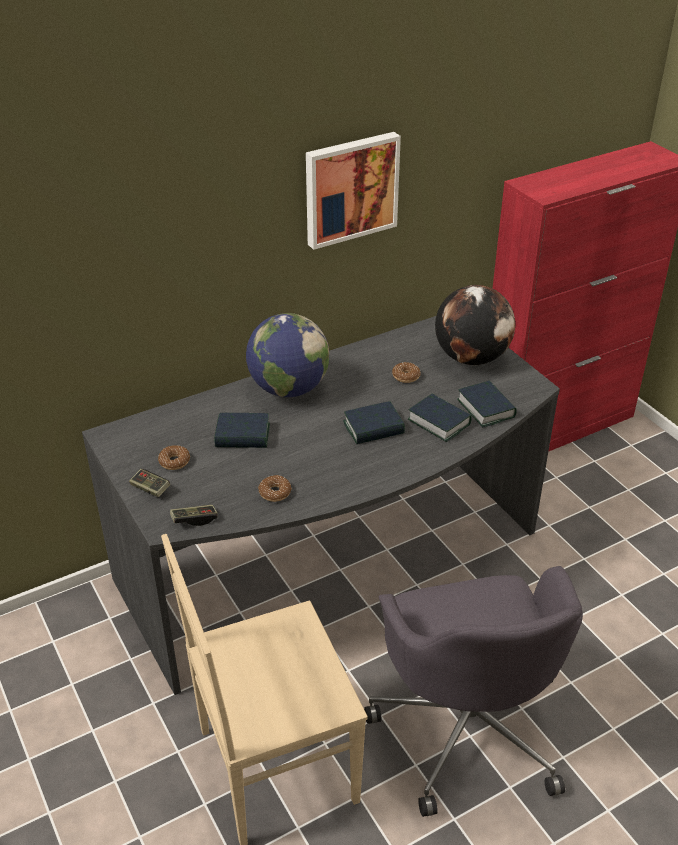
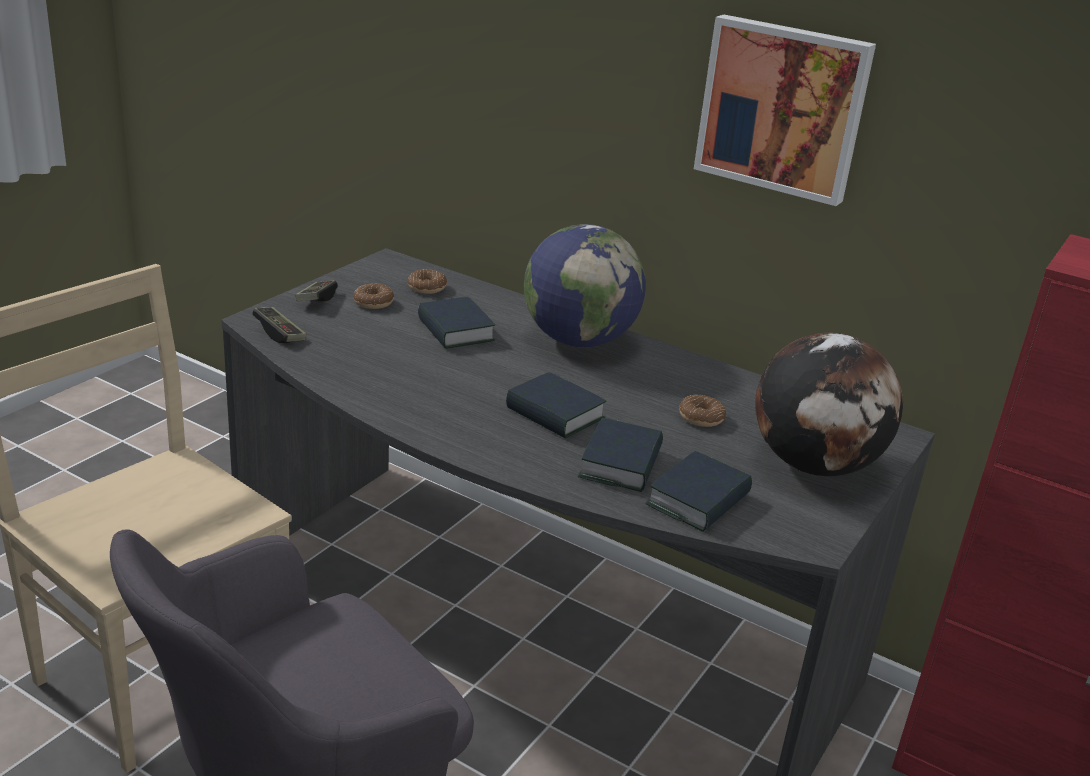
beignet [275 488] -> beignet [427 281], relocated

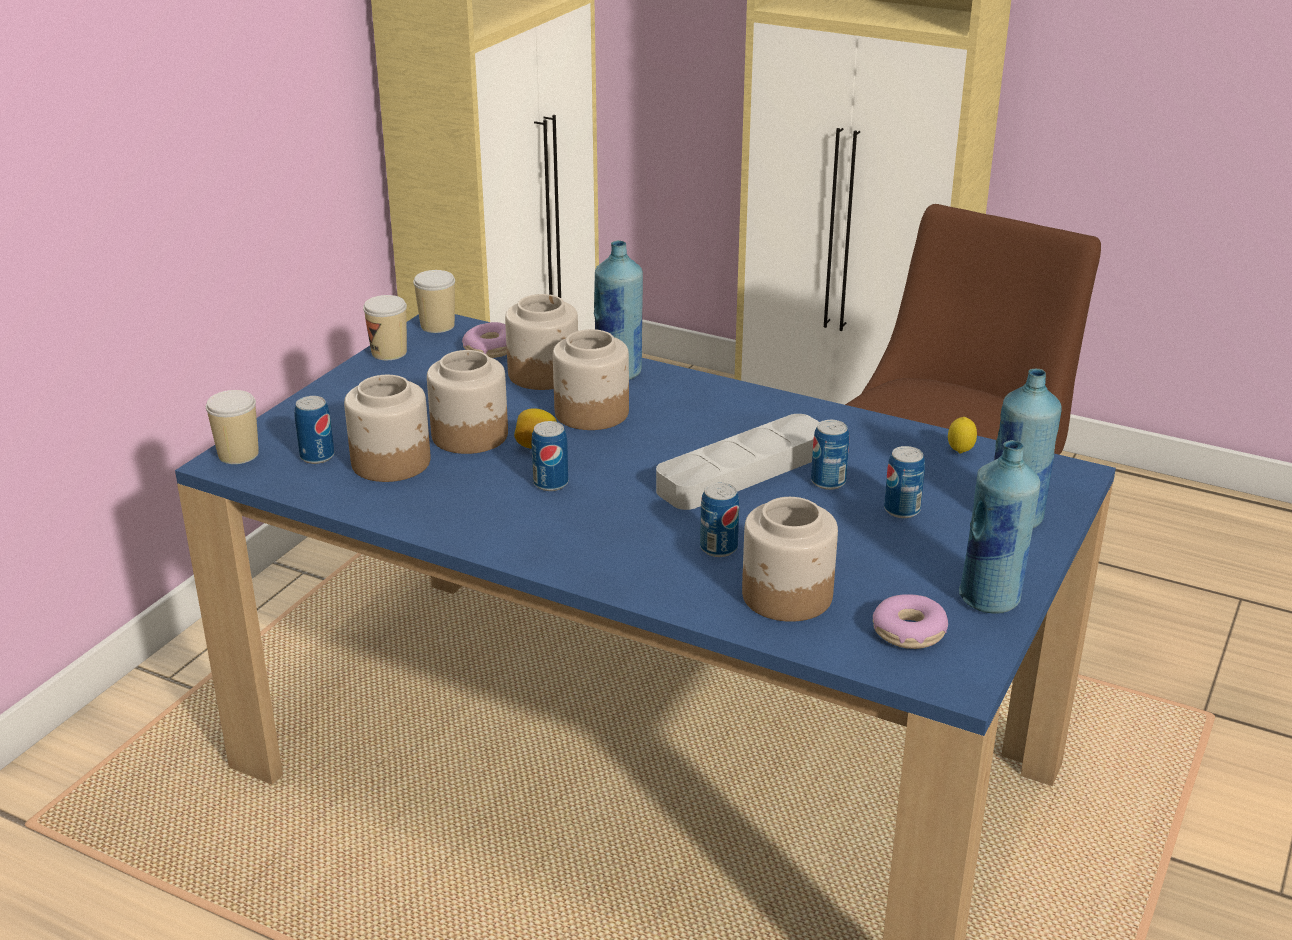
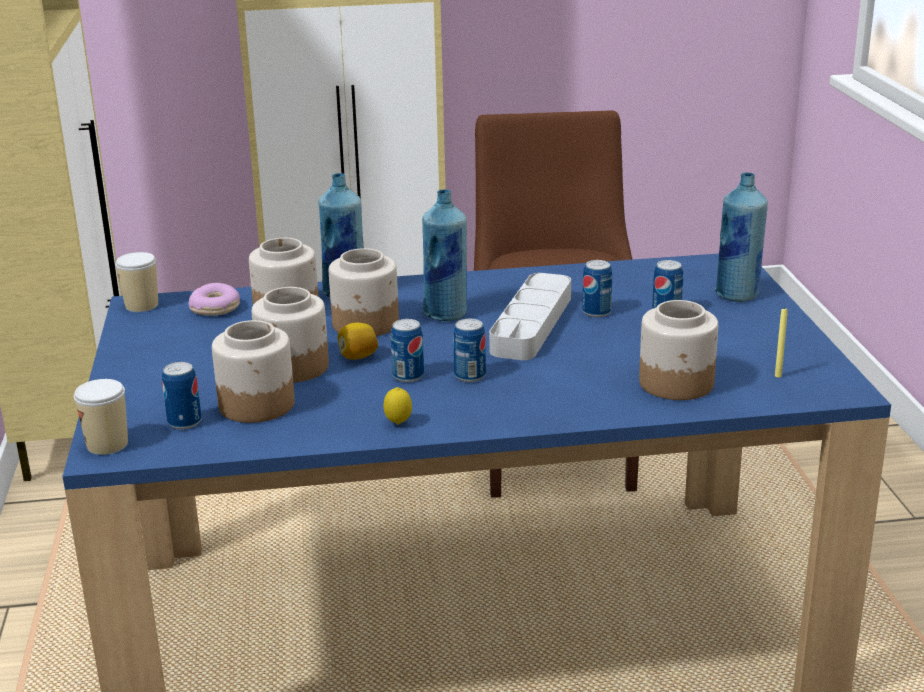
tasse [385 327] -> none
citron [962 435] -> citron [398 405], relocated
bouteille/bleu [999 527] -> bouteille/bleu [444 255], relocated
boîte métallique [719 519] -> boîte métallique [469 350], relocated
beignet [910 621] -> bougie/jaune [781 342]

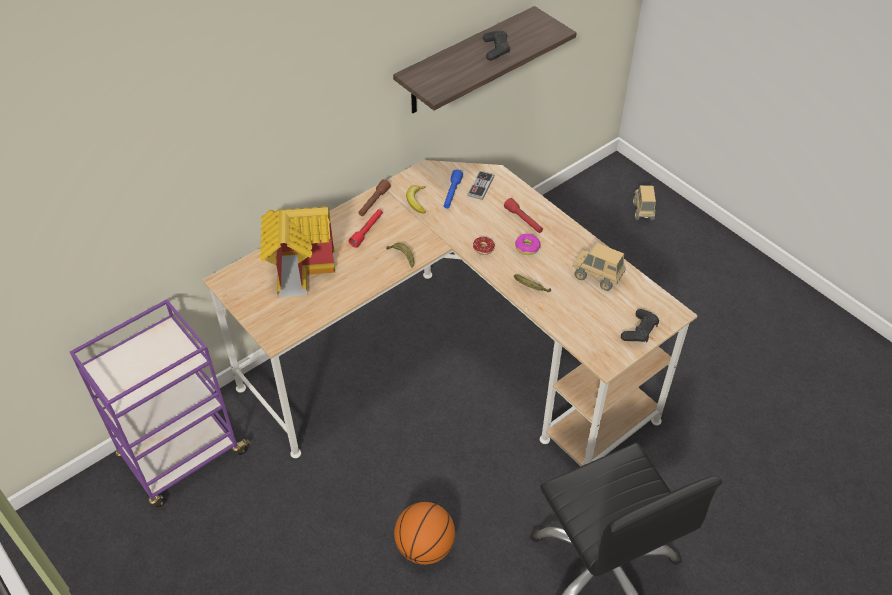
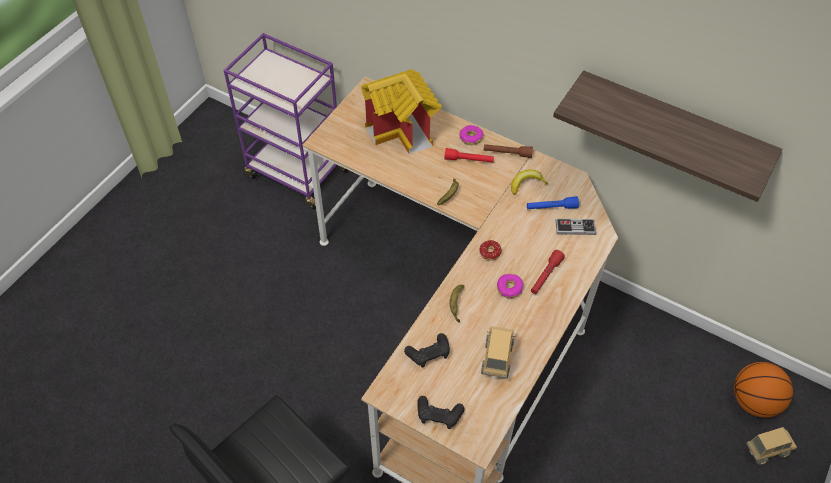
manette/noir [496 46] -> manette/noir [427 350], relocated
ballon de basket [424 533] -> ballon de basket [763 390], relocated
none -> beignet [471 135]

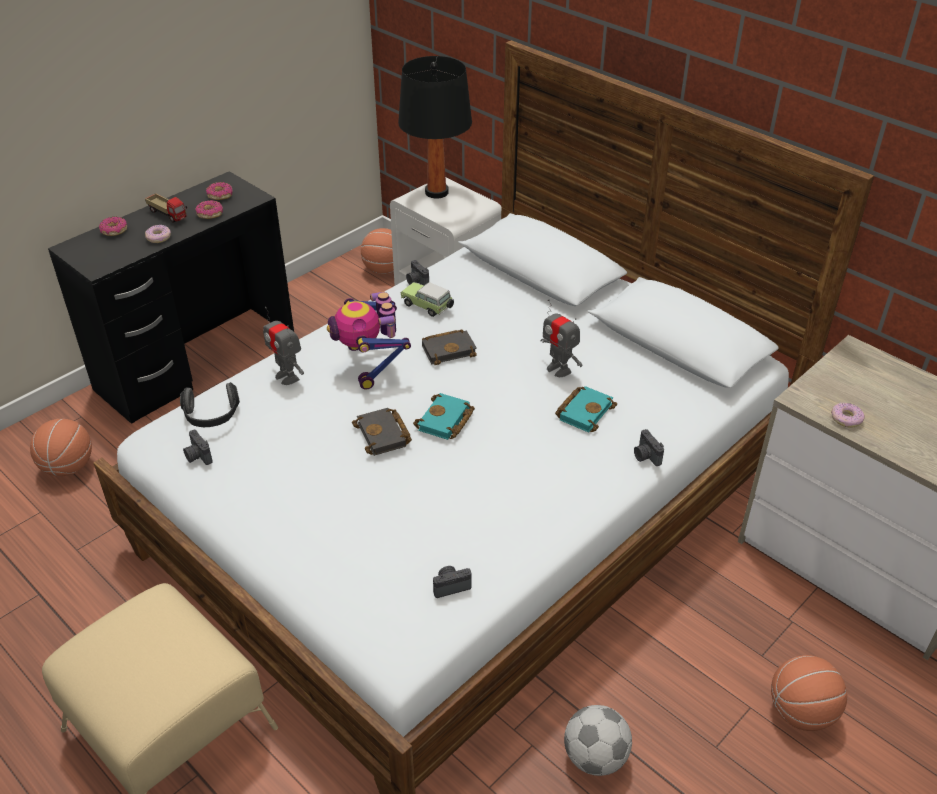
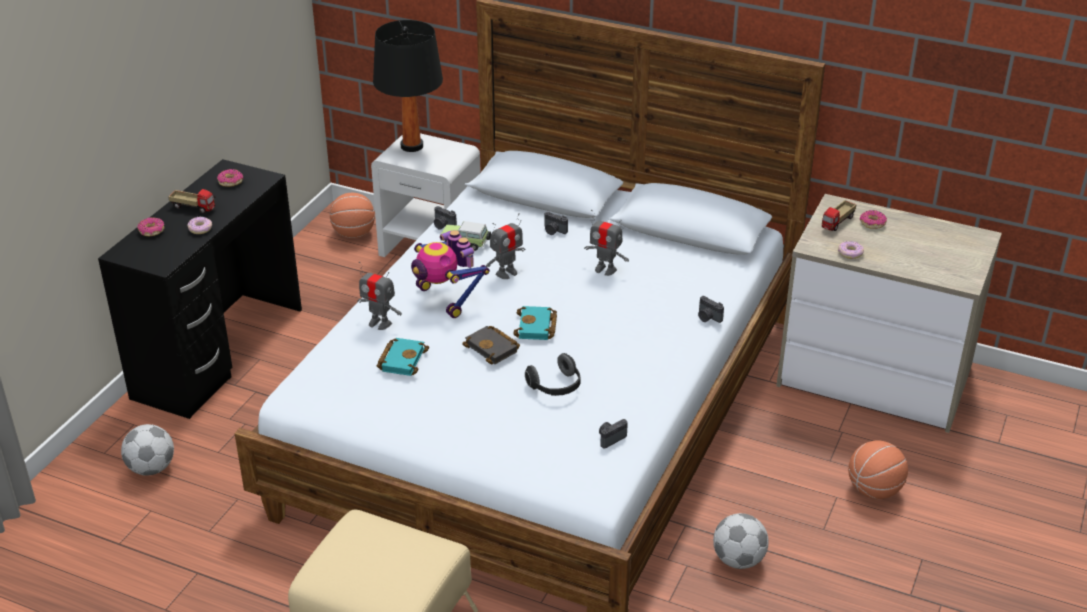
beignet [209 209] -> beignet [873 219], relocated
livre/noir [449 347] -> robot jouet [505 246]
casque audio [210 404] -> casque audio [552 374], relocated
livre/turquoise [586 409] -> livre/turquoise [403 357], relocated
ballon de basket [61 447] -> ballon de foot [147 450]
appareil photo [198 447] -> appareil photo [556 223], relocated
none -> camion jouet [839 215]

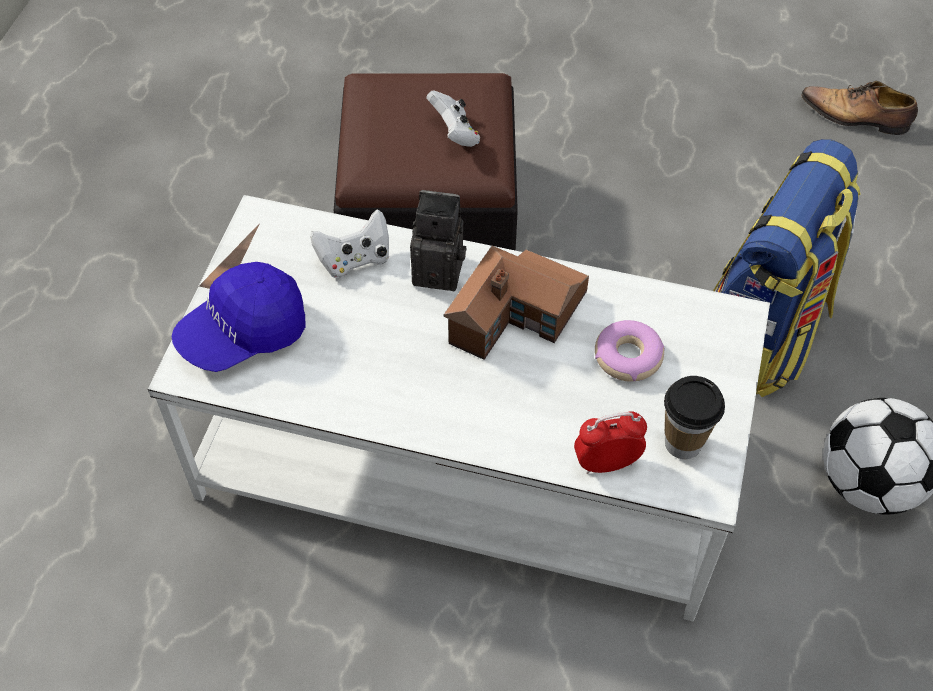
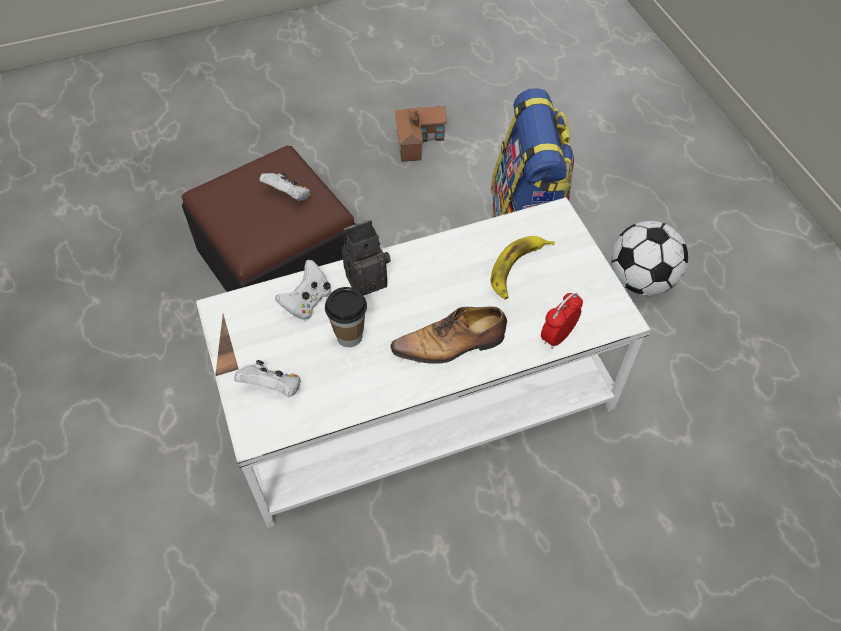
chaussure [860 107] -> chaussure [448 335], relocated
maison miniature [516 303] -> maison miniature [421 134], relocated
casquette/bleu [239 317] -> manette/blanc [268 378]
beignet [630 351] -> banane [522 267]
tasse [694 417] -> tasse [346 317], relocated

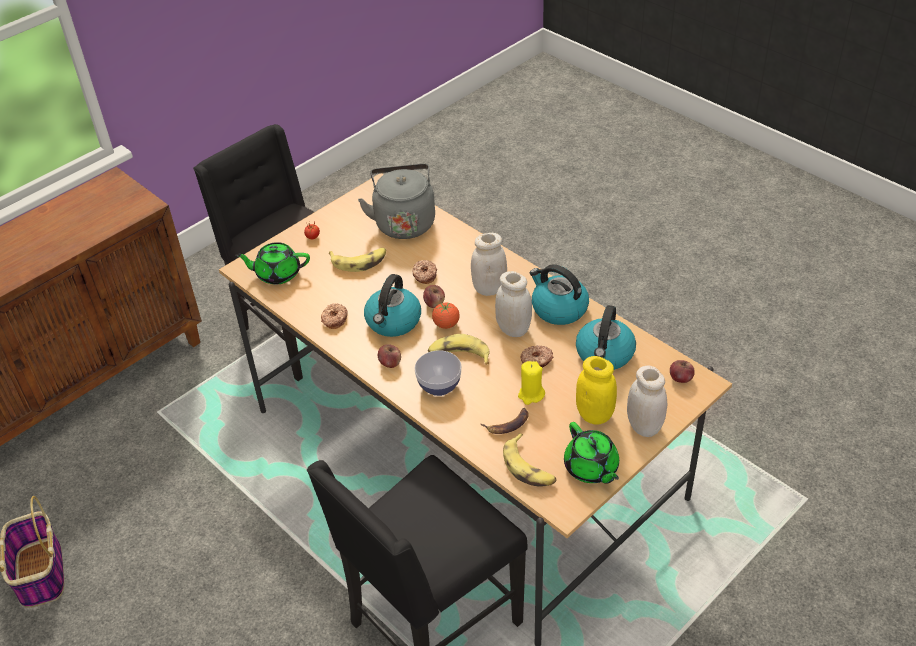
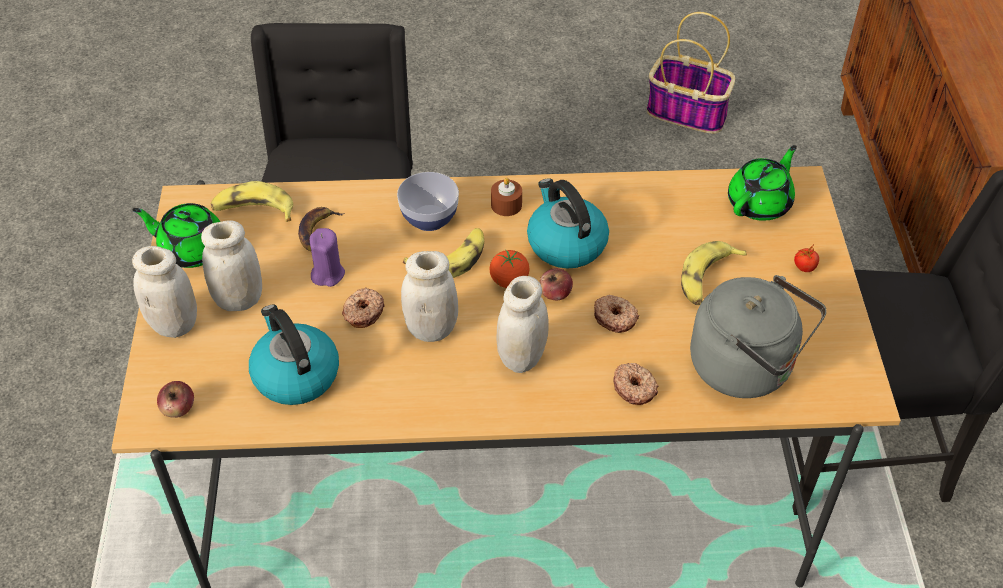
bouilloire [559 294] -> none
beignet [334 316] -> beignet [636 384], relocated
pomme [389 356] -> bougie/marron [506 197]
bocal/jaune [596 390] -> bocal/blanc [231 266]
bougie/jaune [531 383] -> bougie/violet [327 257]

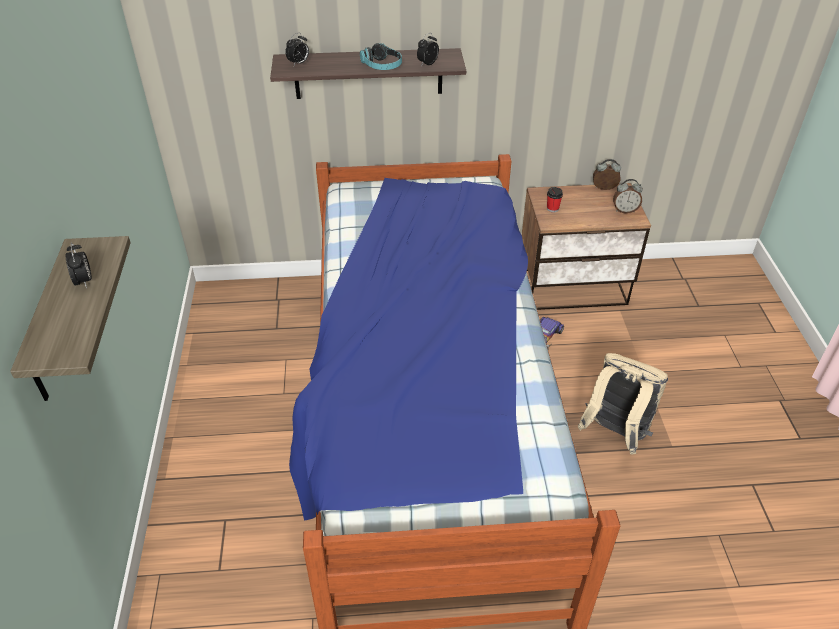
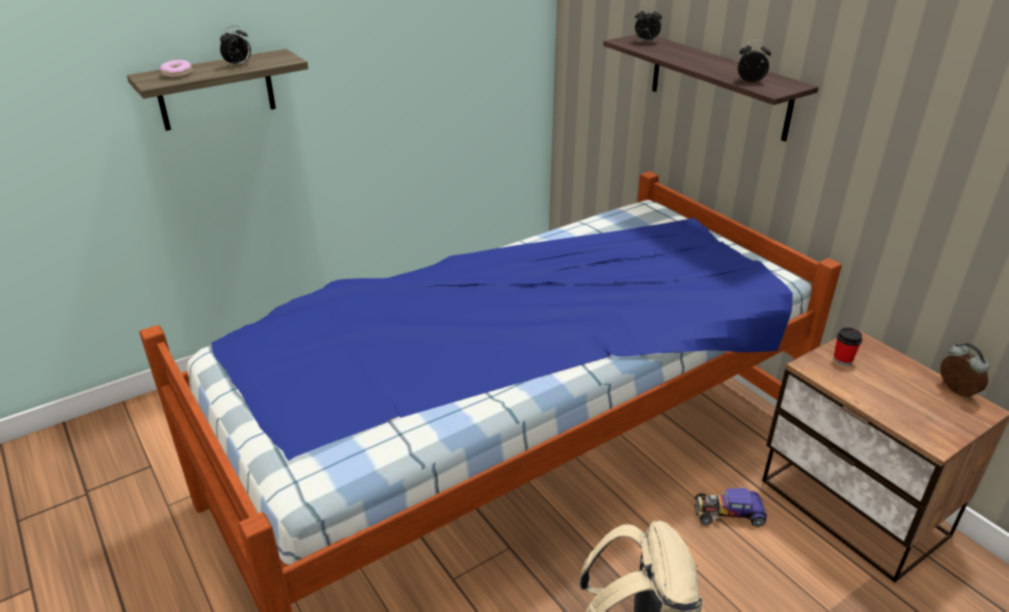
casque audio [381 56] -> none
réveil [628 196] -> none
none -> beignet [176 69]

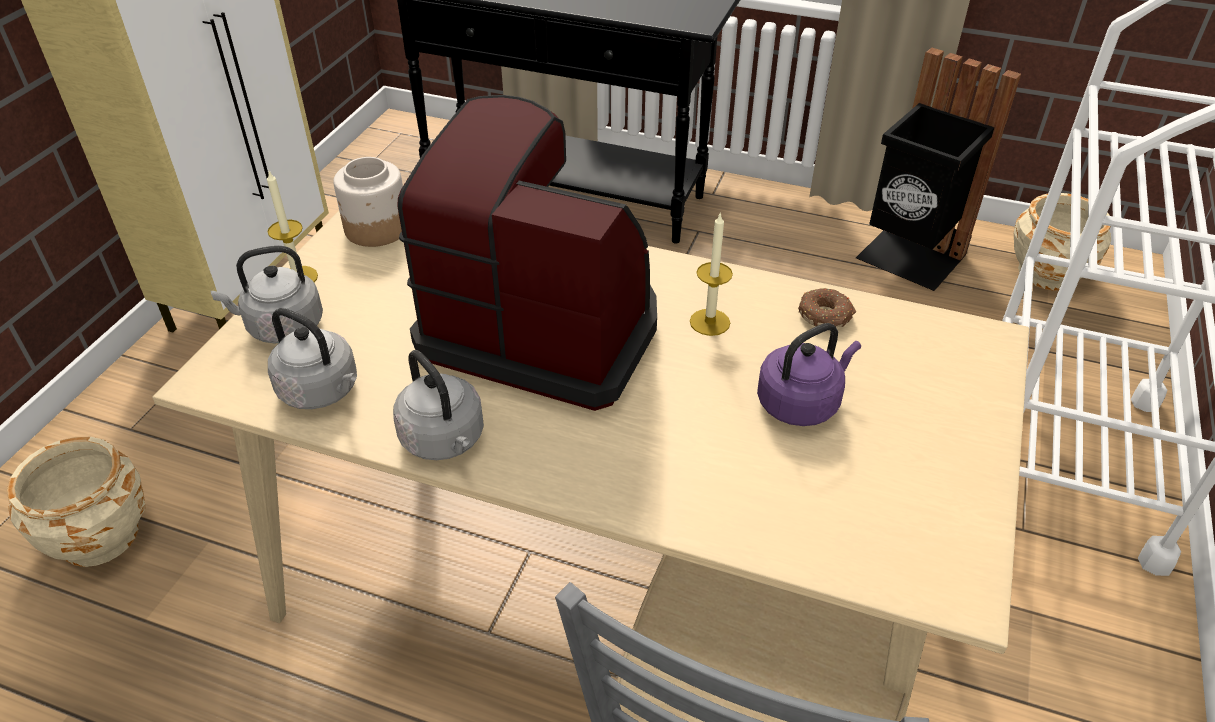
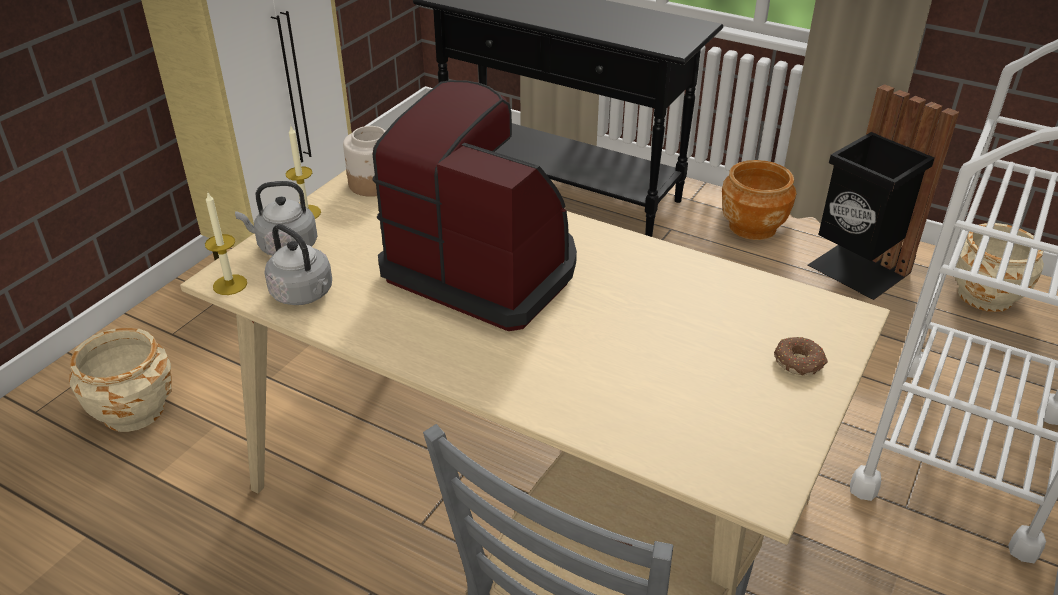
bougie [711 274] -> bougie [226 243], relocated
beignet [827 308] -> beignet [801 356], relocated
bouilloire/violet [809 374] -> none
bouilloire/gris [438 405] -> none
none -> cache-pot/marron [759 200]

